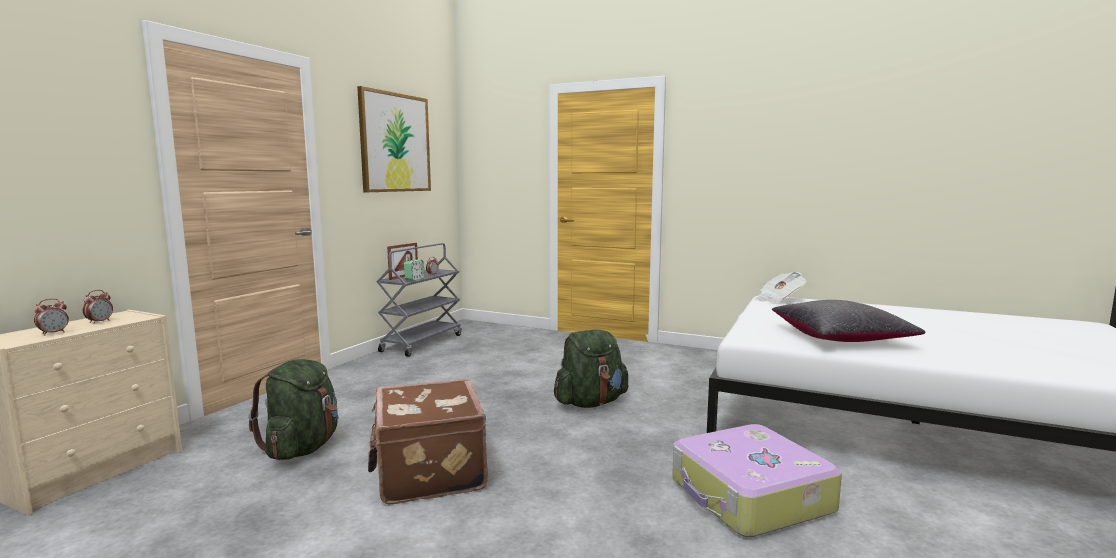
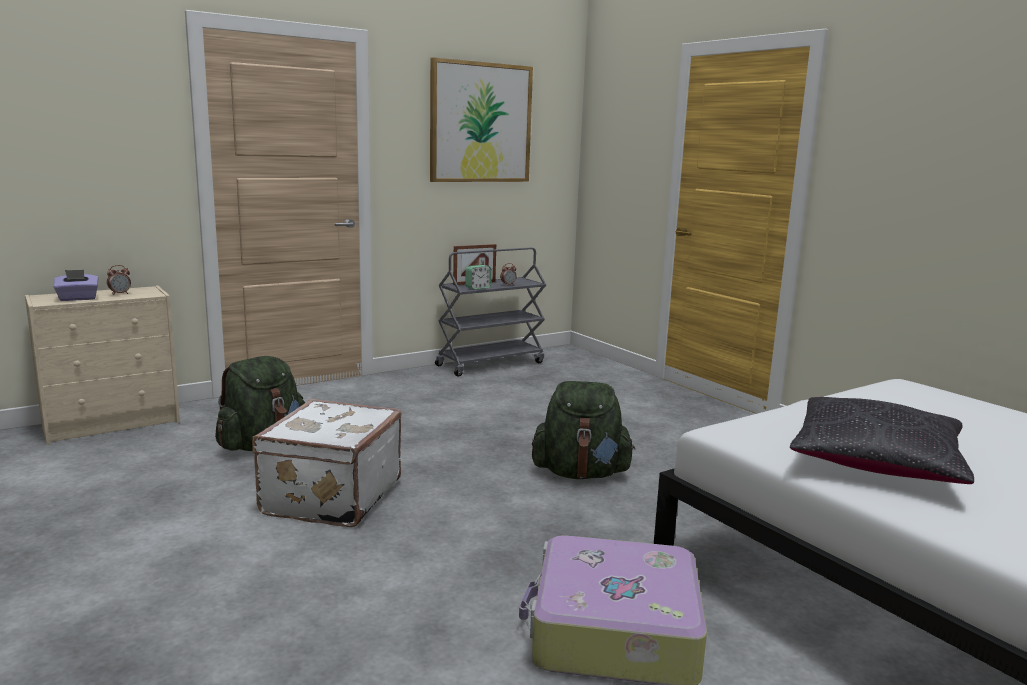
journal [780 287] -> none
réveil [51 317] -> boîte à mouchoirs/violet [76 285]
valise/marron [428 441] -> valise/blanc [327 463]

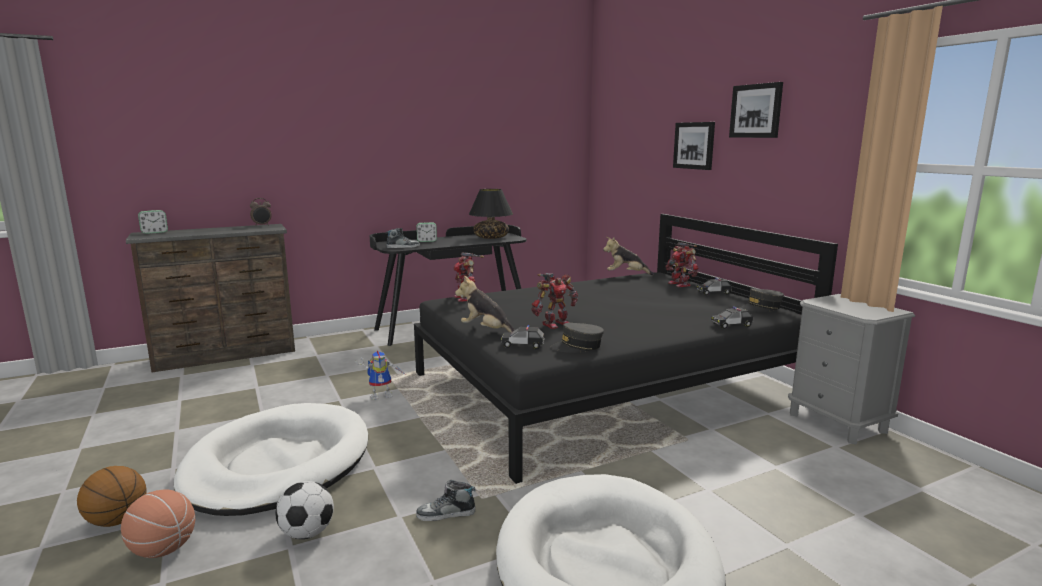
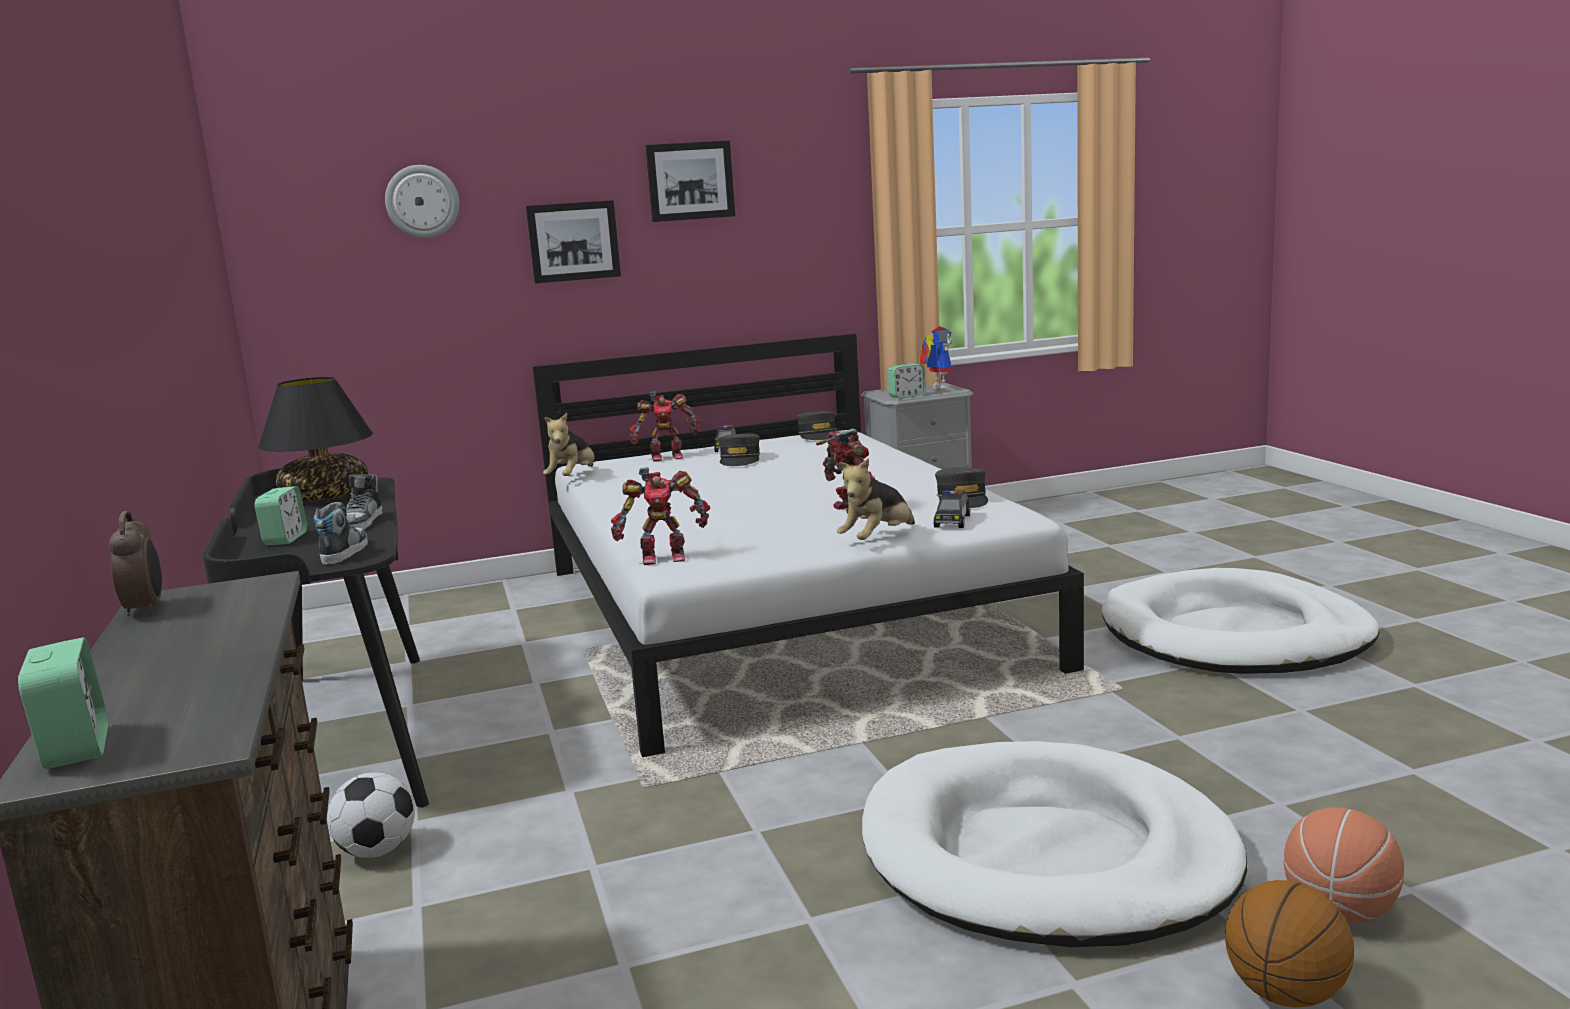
lit/noir [626 349] -> lit/blanc [808 545]
petite voiture [732 318] -> none
robot jouet [380 375] -> robot jouet [936 359], relocated
chaussure [445 500] -> chaussure [364 501], relocated
ballon de foot [304 510] -> ballon de foot [371 815], relocated
none -> horloge murale [422 201]
none -> réveil [906 381]
none -> casquette/gris [739 450]

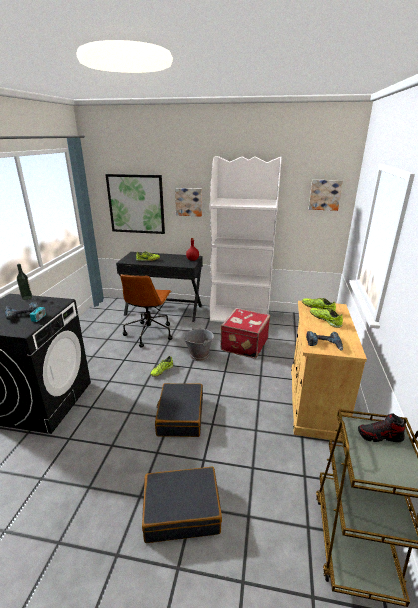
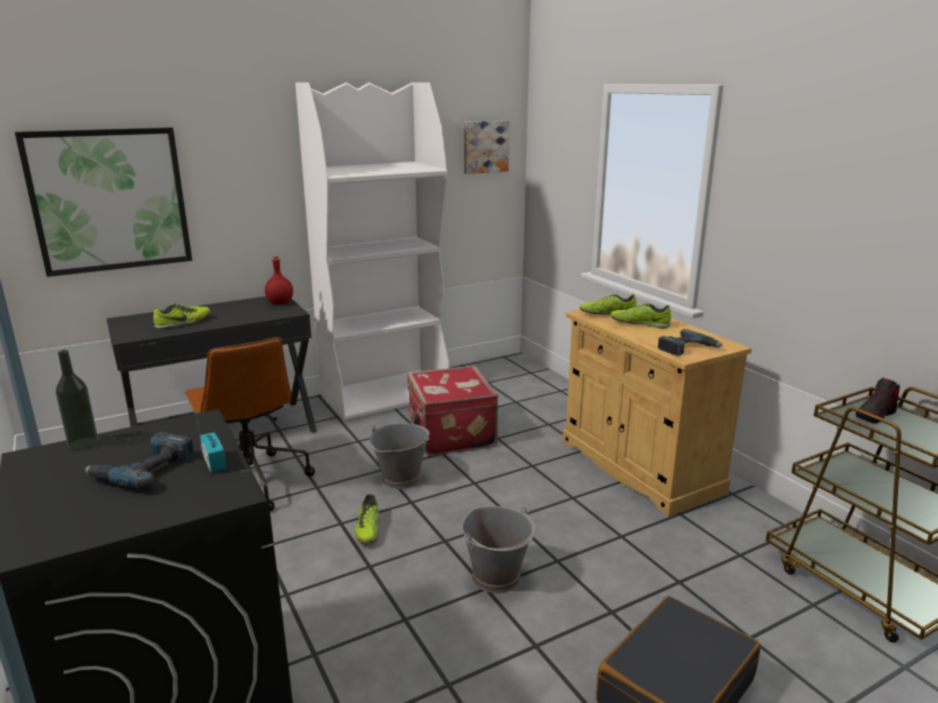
tableau [188 202] -> none
valise/noir [179 410] -> seau/gris [499 549]

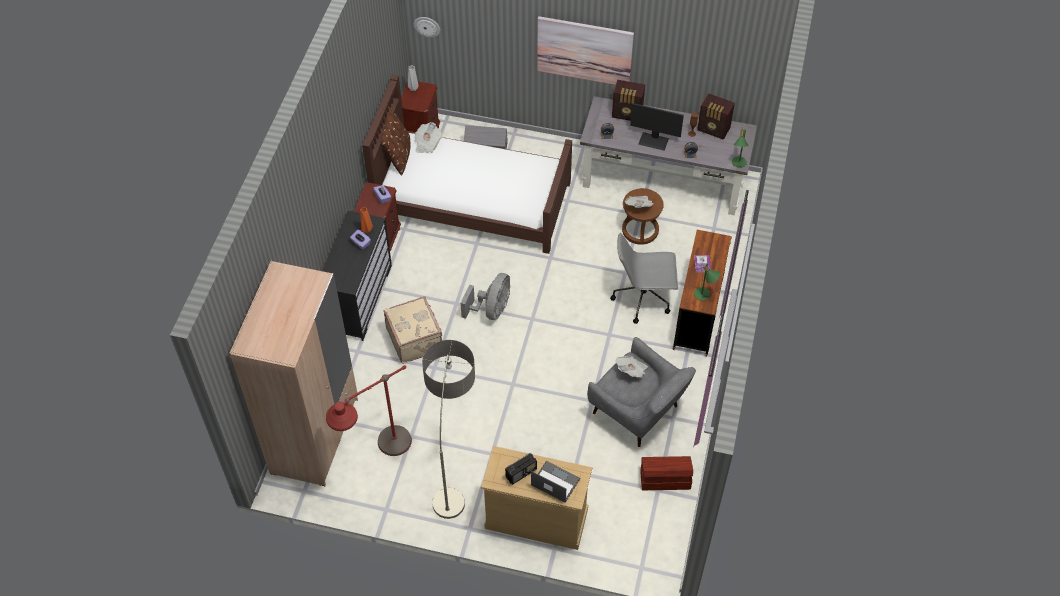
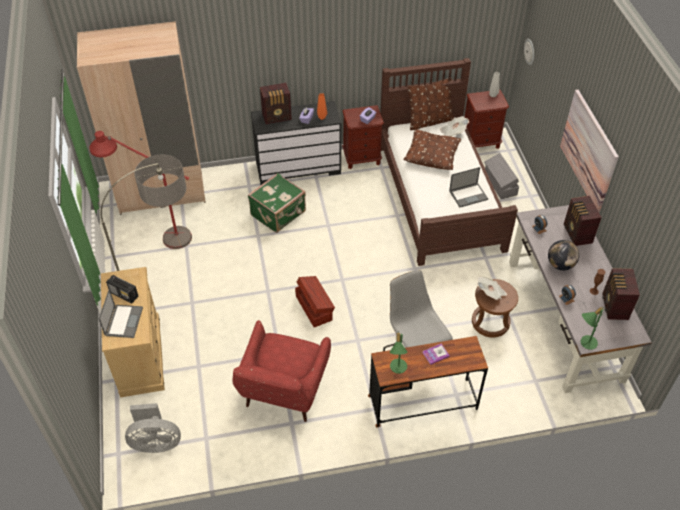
écran d'ordinateur [657 127] -> globe [563 255]
ventilateur/gris [485 296] -> ventilateur/gris [153 428], relocated
valise/beige [413 330] -> valise/vert [277 203]
fauteuil/gris [641 392] -> fauteuil/rouge [282 371]
journal [631 366] -> none
boîte de rangement/marron [666 473] -> boîte de rangement/marron [315 301], relocated
none -> radio [276 103]
none -> coussin/marron [432 149]
none -> ordinateur portable [468 187]

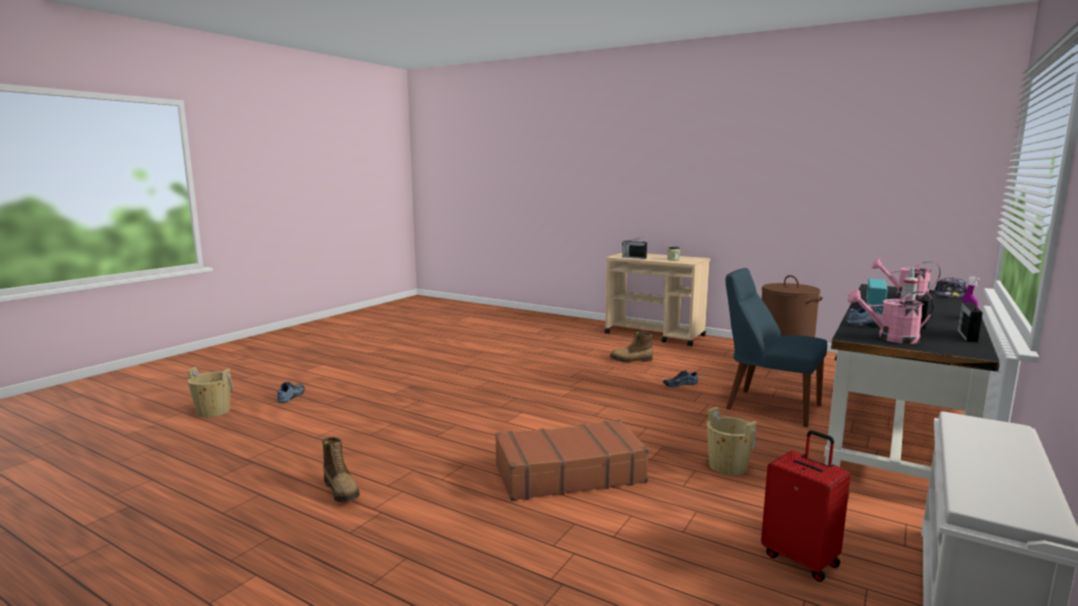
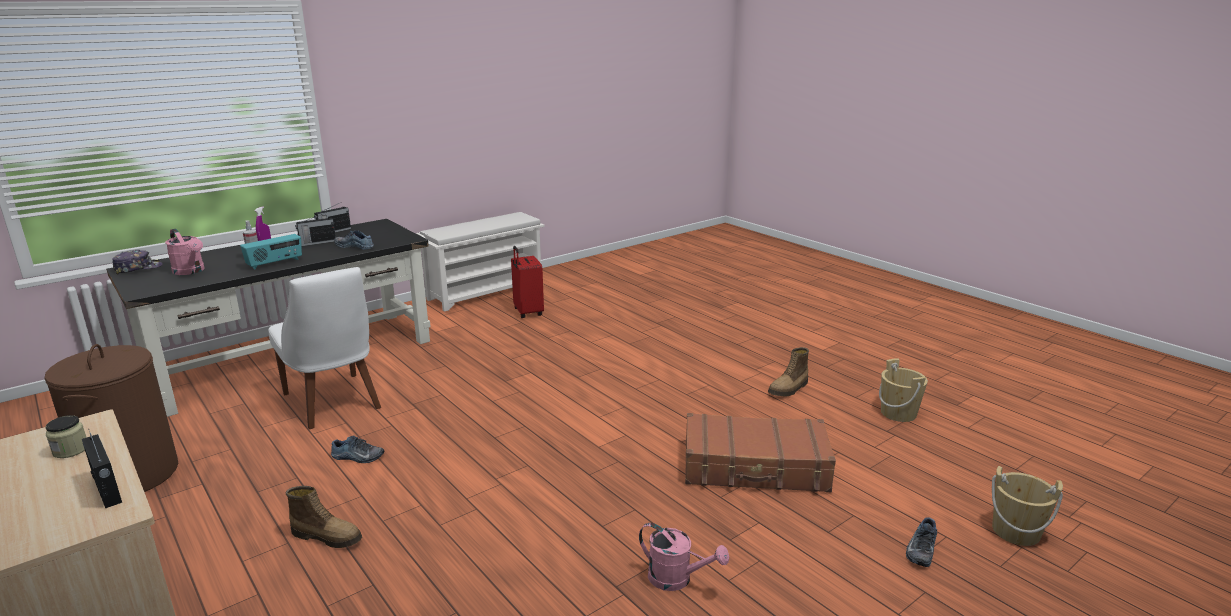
chaise/bleu [776 347] -> chaise/blanc [324 348]
arrosoir/rose [890 316] -> arrosoir/rose [684 557], relocated
seau/beige [732 441] -> seau/beige [903 390], relocated
valise/marron [572 460] -> valise/marron [760 452], relocated
botte [341 469] -> botte [788 371], 120 degrees counterclockwise

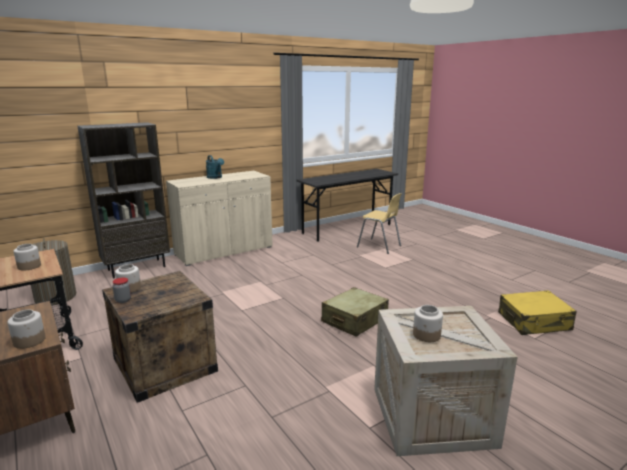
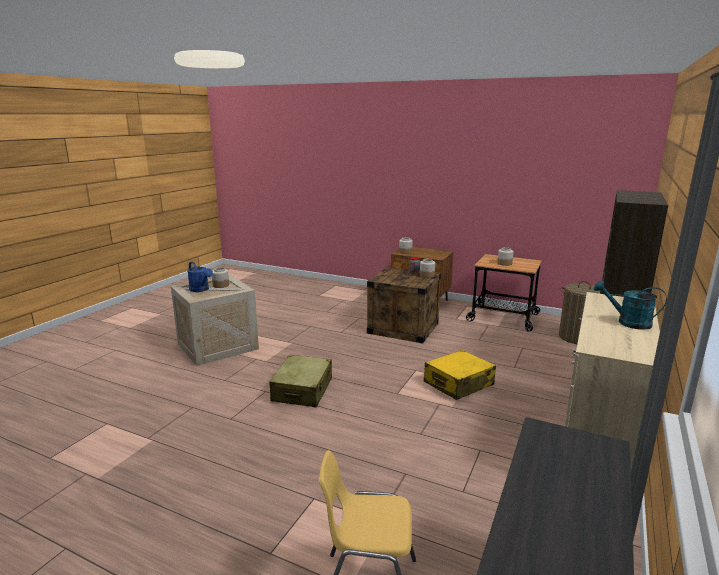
valise/jaune [537 312] -> valise/jaune [460 375], relocated
none -> arrosoir/bleu [200 277]

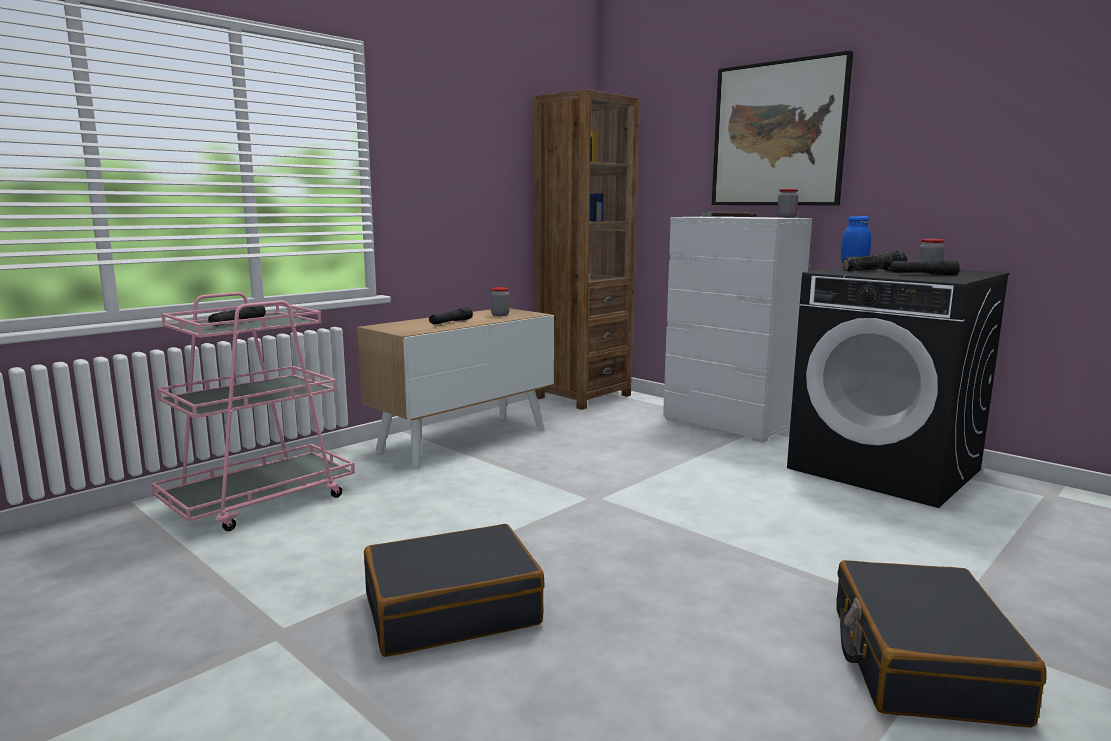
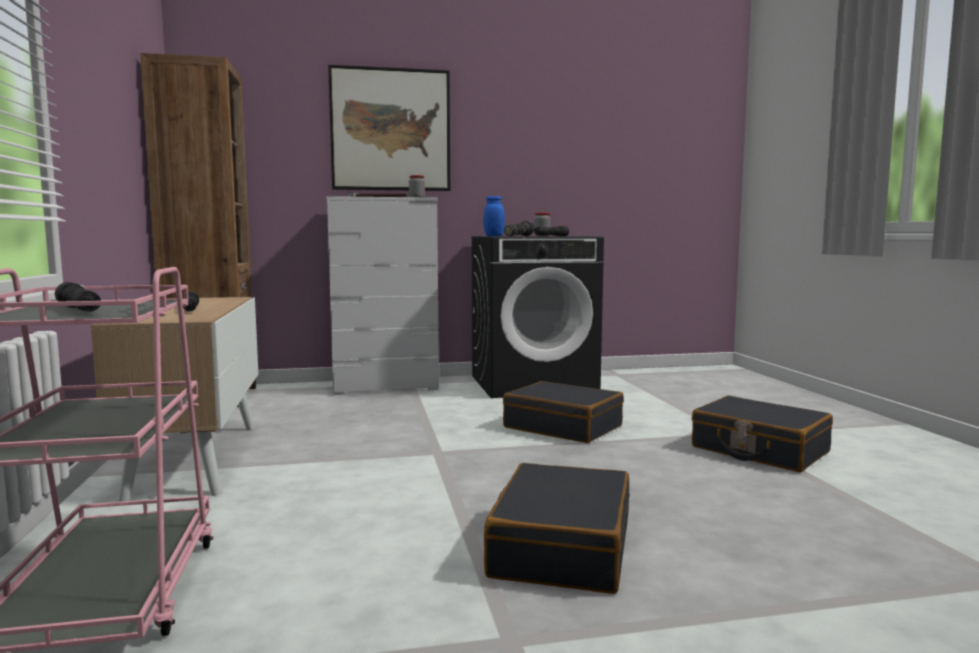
bocal [500 301] -> none
none -> valise/noir [563 412]

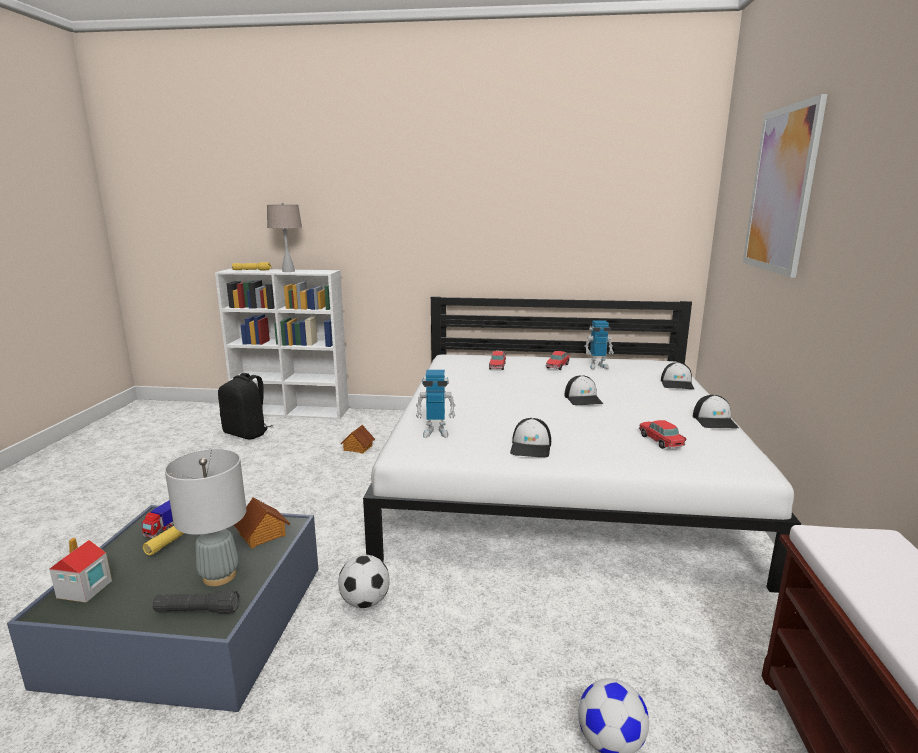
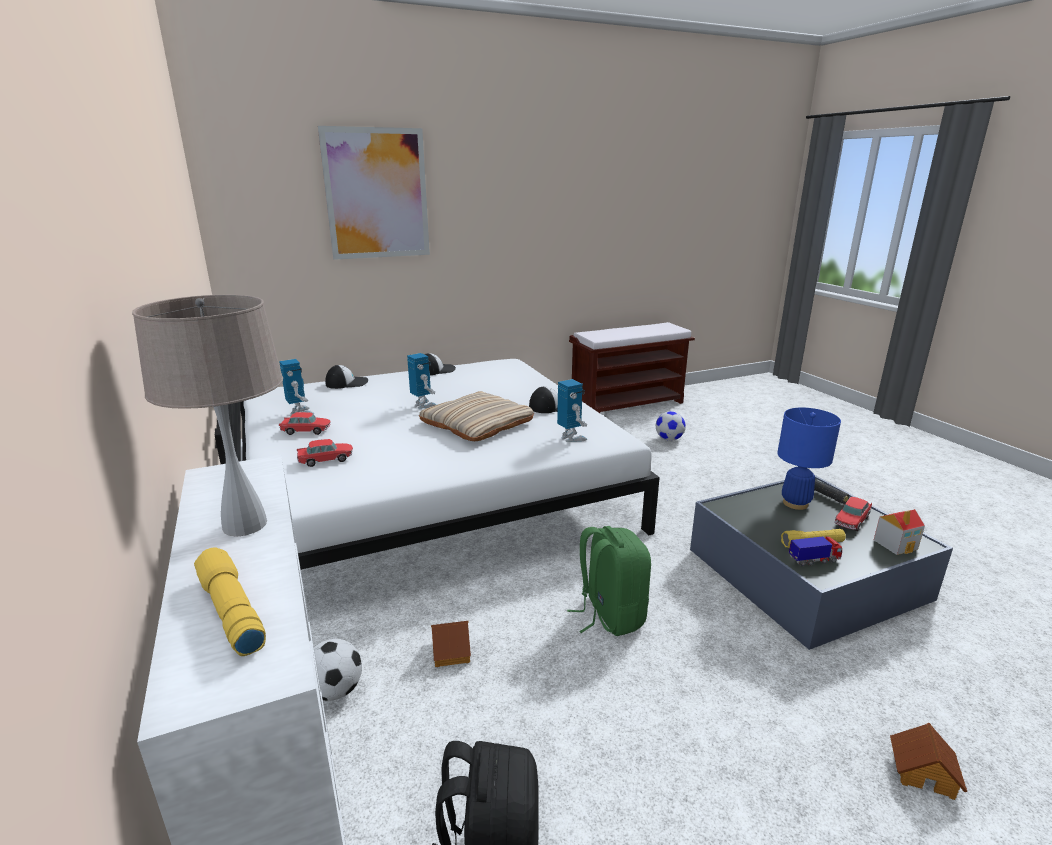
casquette [583 390] -> robot jouet [422 381]
petite voiture [662 434] -> petite voiture [853 514], relocated
lampe de table/gris [205 517] -> lampe de table/bleu [809 459]
maison miniature [262 522] -> maison miniature [928 761], relocated
ballon de foot [364 581] -> ballon de foot [338 670], relocated
none -> coussin/beige [476 416]
none -> sac à dos/vert [609 581]

